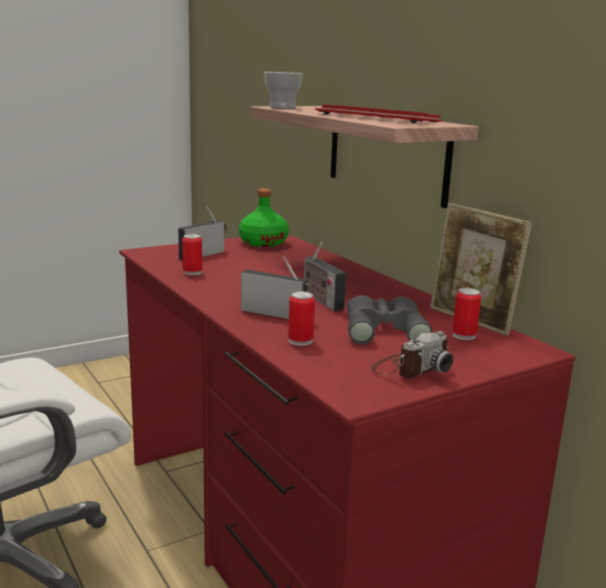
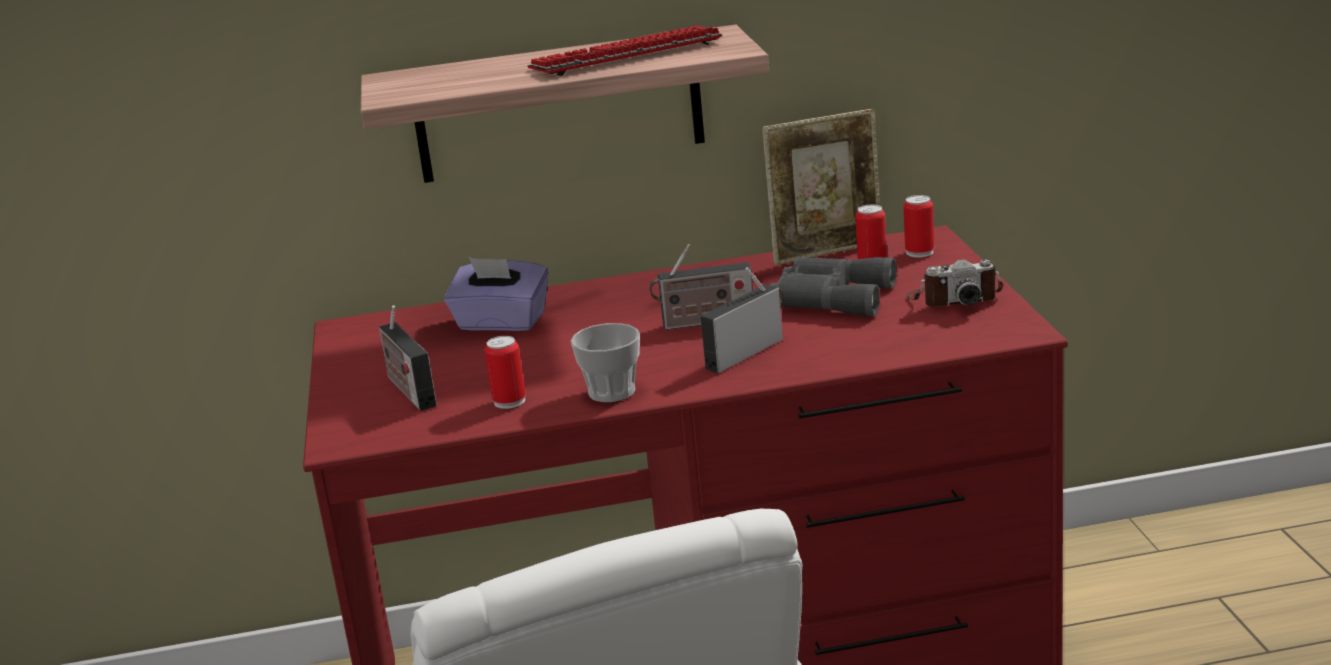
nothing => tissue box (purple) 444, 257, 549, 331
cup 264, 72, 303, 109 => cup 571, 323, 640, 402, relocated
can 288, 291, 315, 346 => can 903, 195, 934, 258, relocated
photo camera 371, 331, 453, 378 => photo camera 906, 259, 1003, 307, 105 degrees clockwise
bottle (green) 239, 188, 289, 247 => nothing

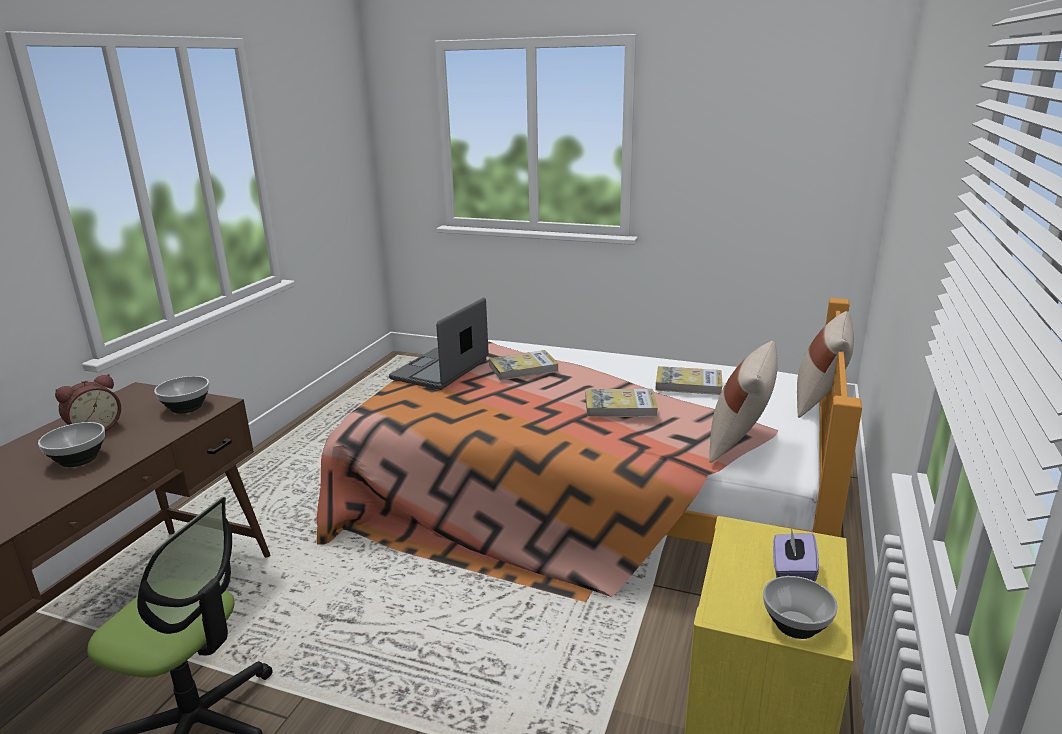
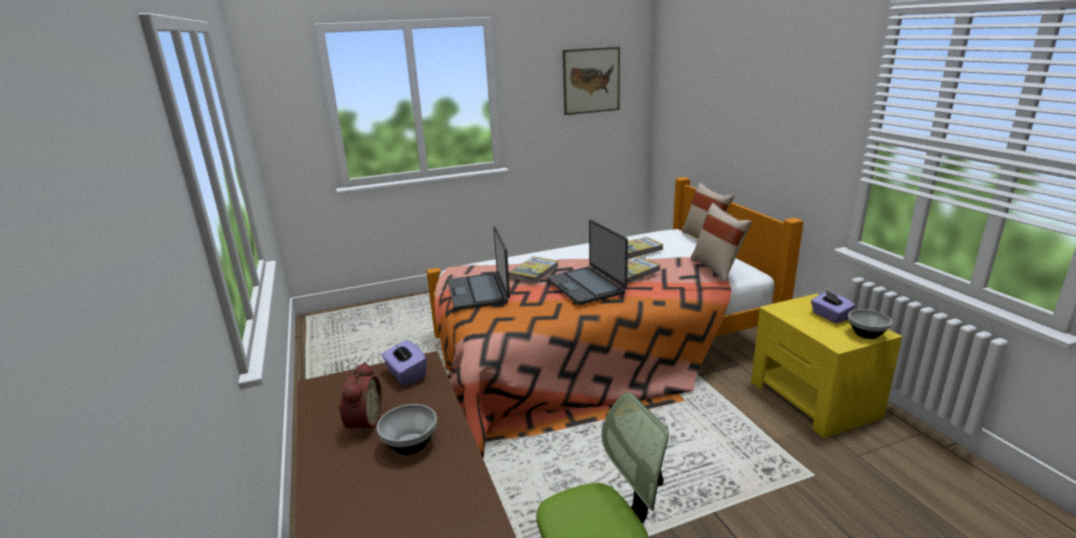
bowl 154, 376, 209, 414 => tissue box (purple) 382, 340, 427, 386
nothing => laptop 546, 219, 628, 305
nothing => picture 563, 47, 620, 115

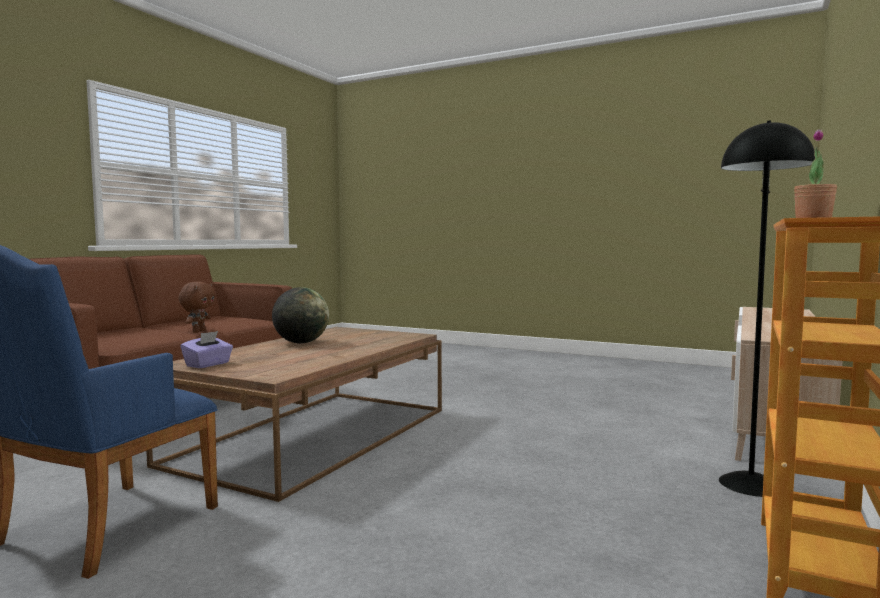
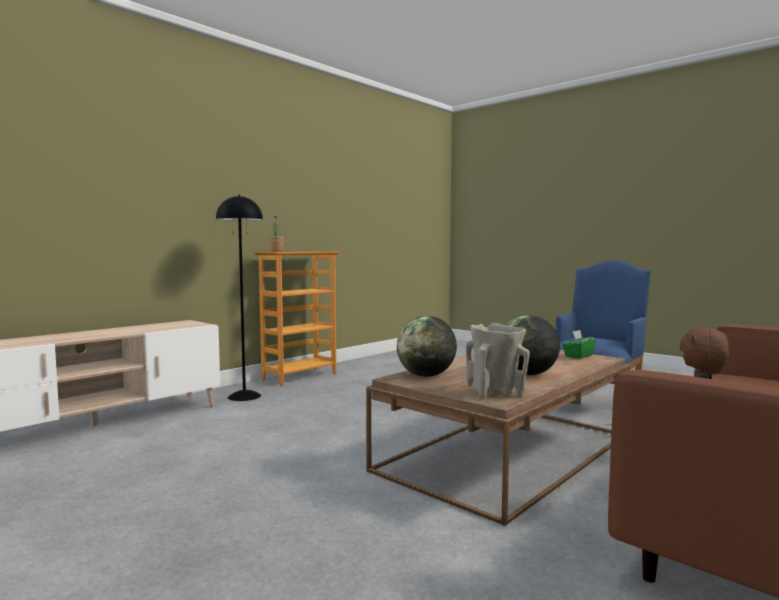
nothing => globe 397, 316, 457, 377
nothing => vase (beige) 466, 323, 530, 398
tissue box (purple) 180, 331, 233, 368 => tissue box (green) 562, 330, 596, 359

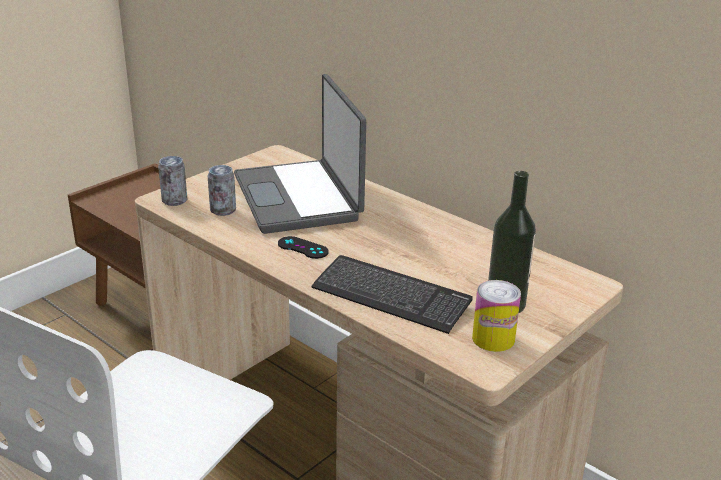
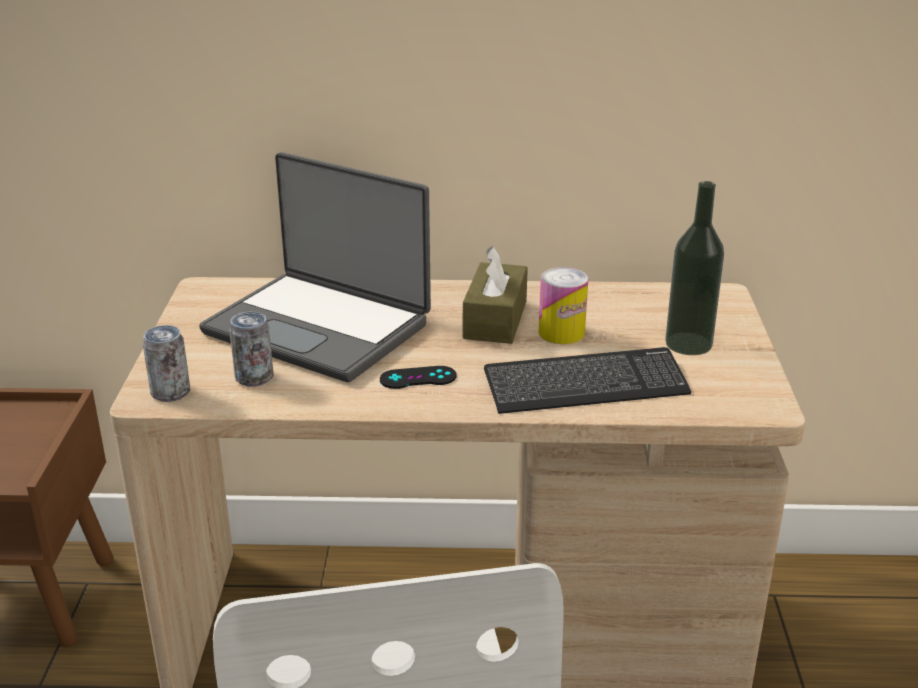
nothing => tissue box (brown) 463, 246, 528, 344
can 472, 280, 521, 352 => can 539, 267, 588, 344, relocated

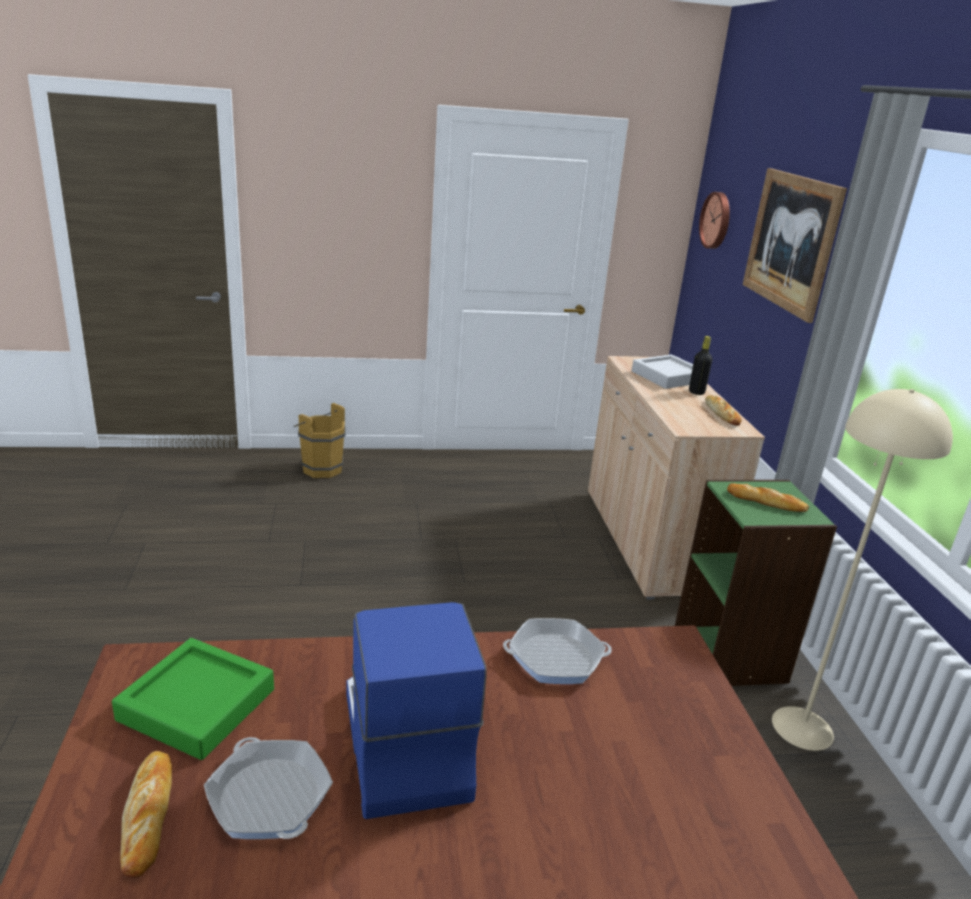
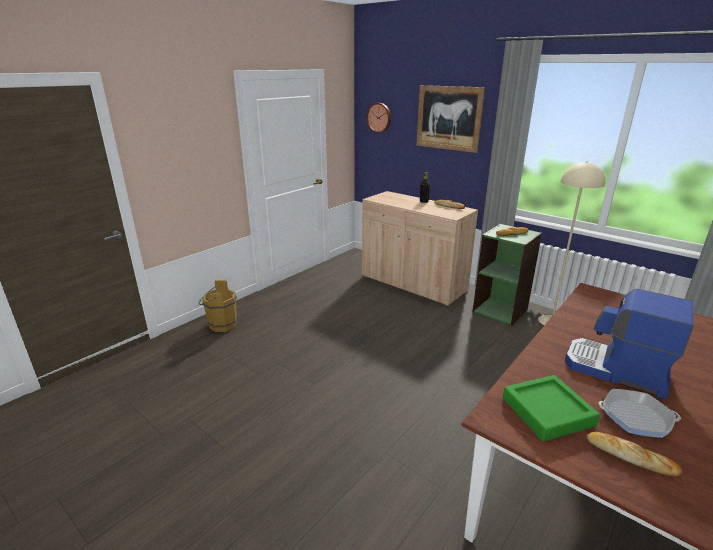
frying pan 503, 618, 612, 684 => nothing
tray (grey) 632, 355, 693, 389 => nothing

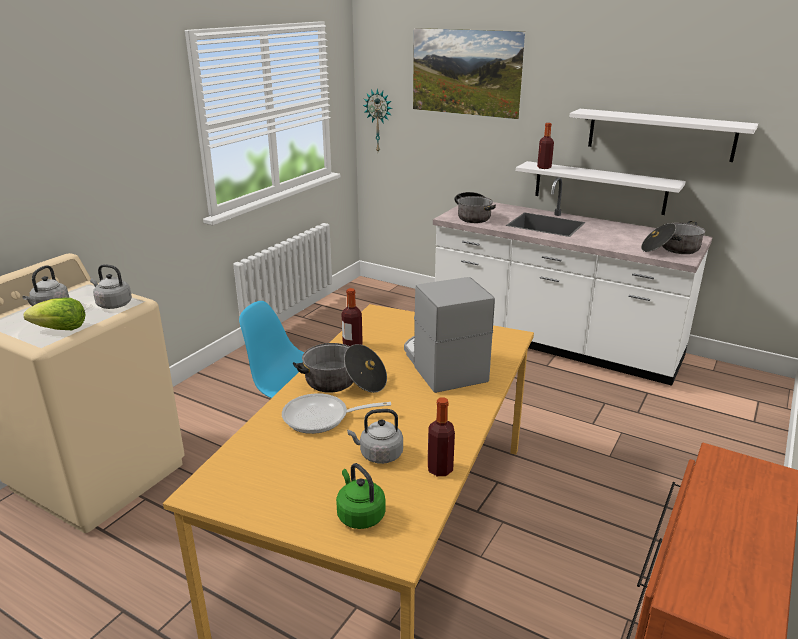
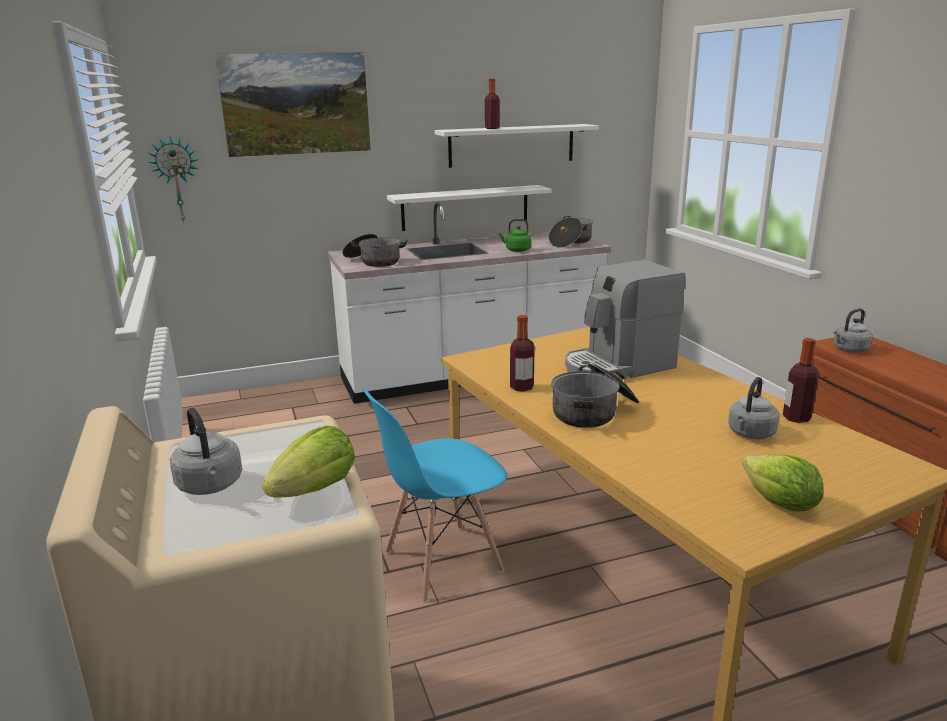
bottle 537, 123, 554, 169 => bottle 485, 79, 500, 129, relocated
kettle (green) 336, 463, 386, 529 => kettle (green) 499, 219, 531, 252, relocated
coffee machine 404, 277, 495, 393 => coffee machine 565, 260, 685, 379, 45 degrees counterclockwise
nothing => lettuce 742, 454, 824, 511
kettle (grey) 90, 264, 132, 309 => kettle (grey) 834, 309, 873, 353, relocated
frying pan 282, 393, 391, 434 => nothing

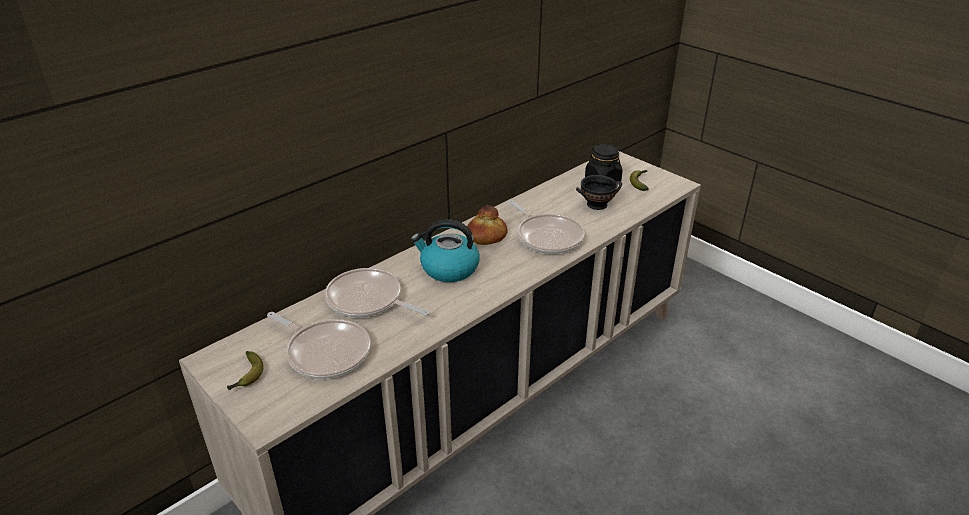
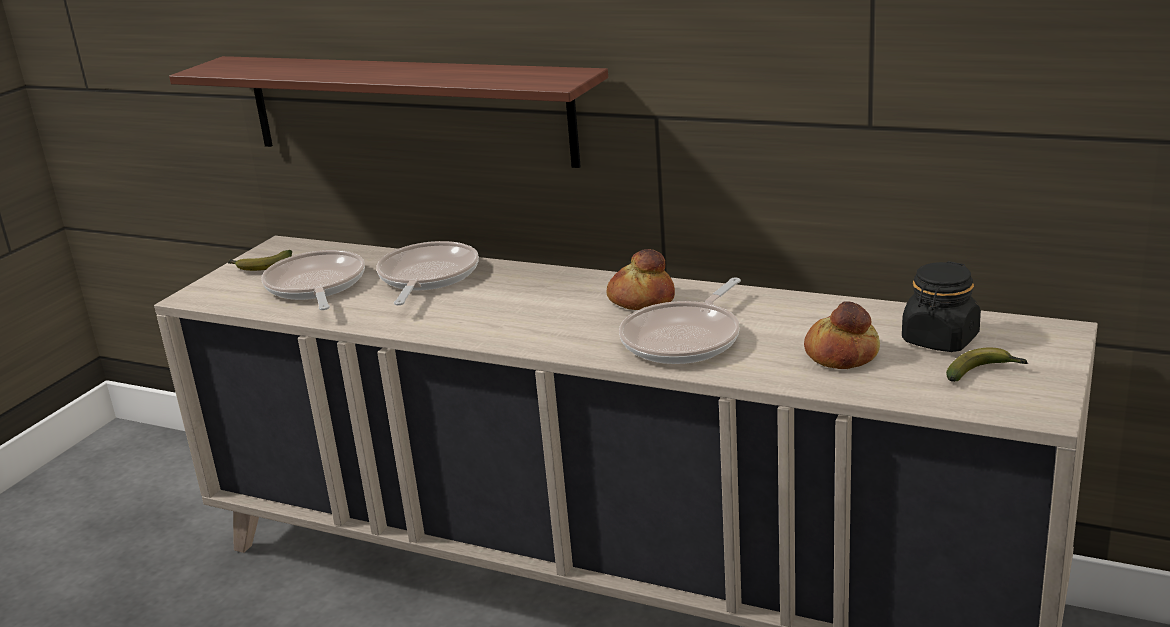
nothing => shelf 169, 56, 608, 168
frying pan 267, 312, 370, 379 => frying pan 261, 250, 365, 310, 150 degrees clockwise
bowl (black) 576, 175, 622, 210 => bread 804, 301, 880, 369
kettle 411, 219, 480, 282 => nothing

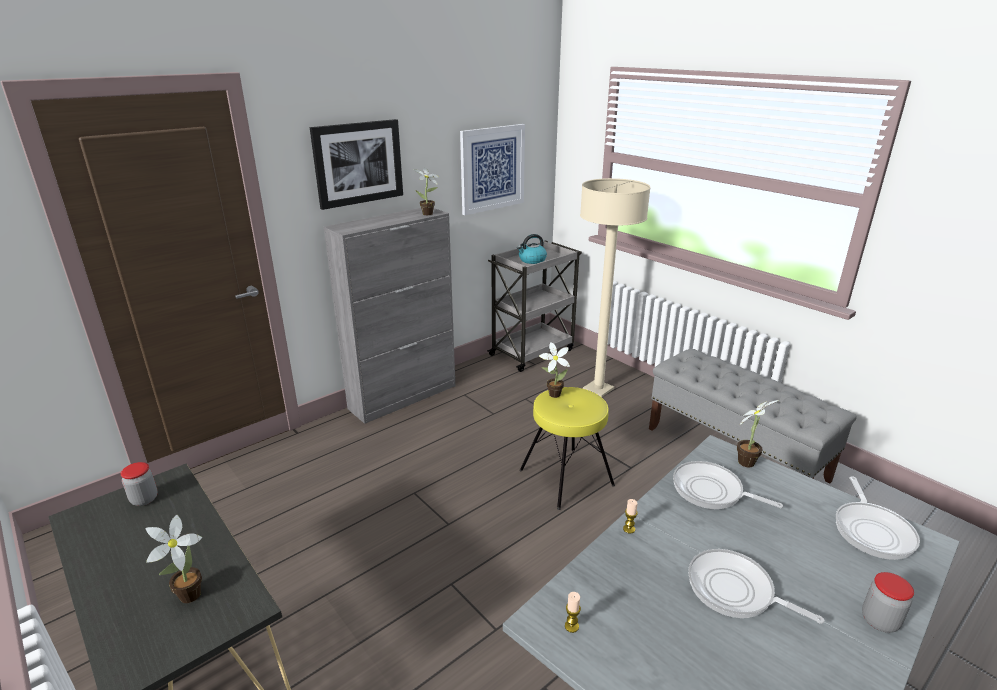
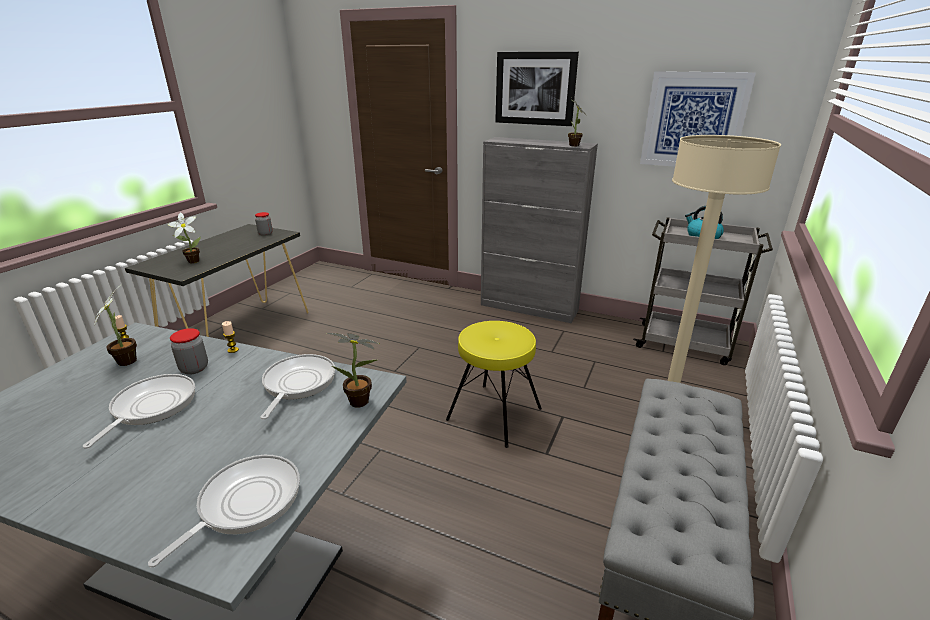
potted plant 539, 342, 570, 398 => potted plant 94, 286, 137, 366, relocated
frying pan 836, 476, 920, 560 => frying pan 148, 455, 300, 567, 135 degrees clockwise
jar 862, 572, 914, 633 => jar 170, 328, 208, 375, relocated

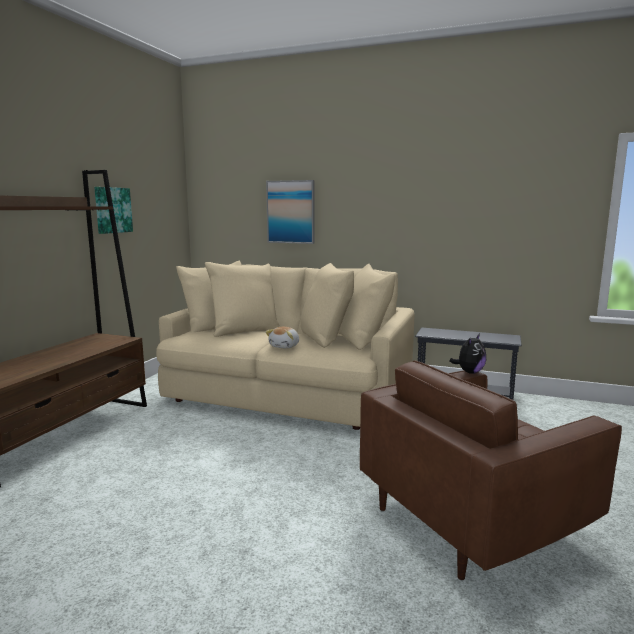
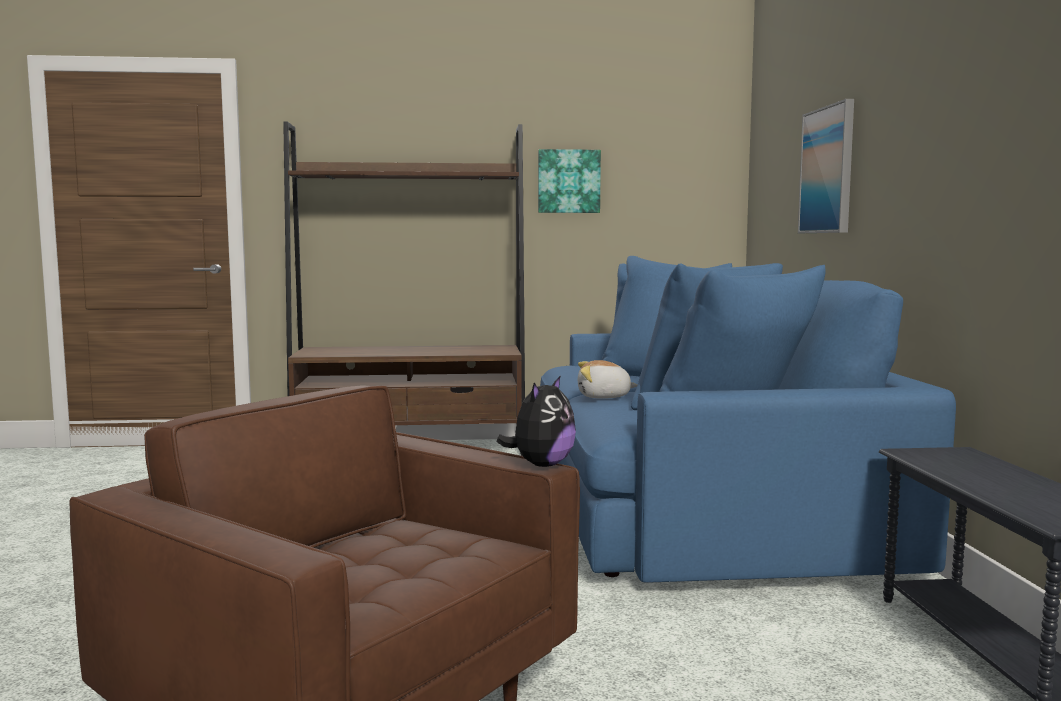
plush toy 450, 334, 486, 374 => plush toy 497, 375, 576, 467, 75 degrees counterclockwise
sofa (beige) 156, 260, 414, 430 => sofa (blue) 540, 256, 956, 583

